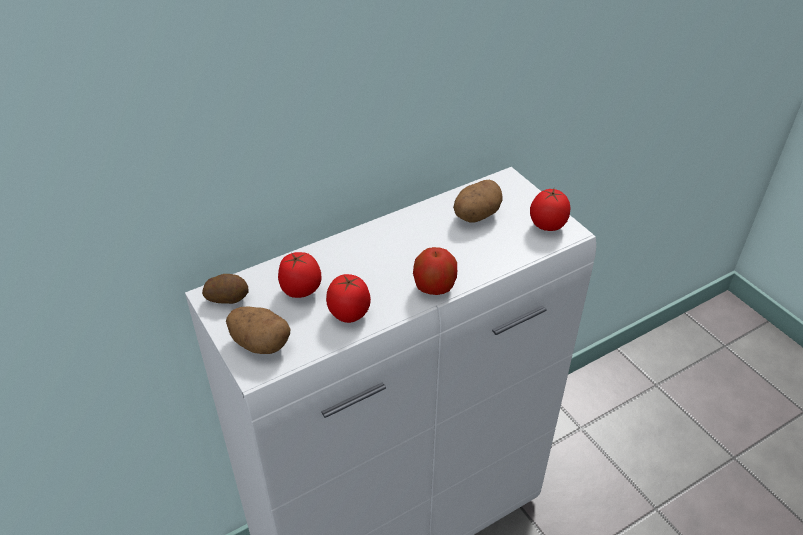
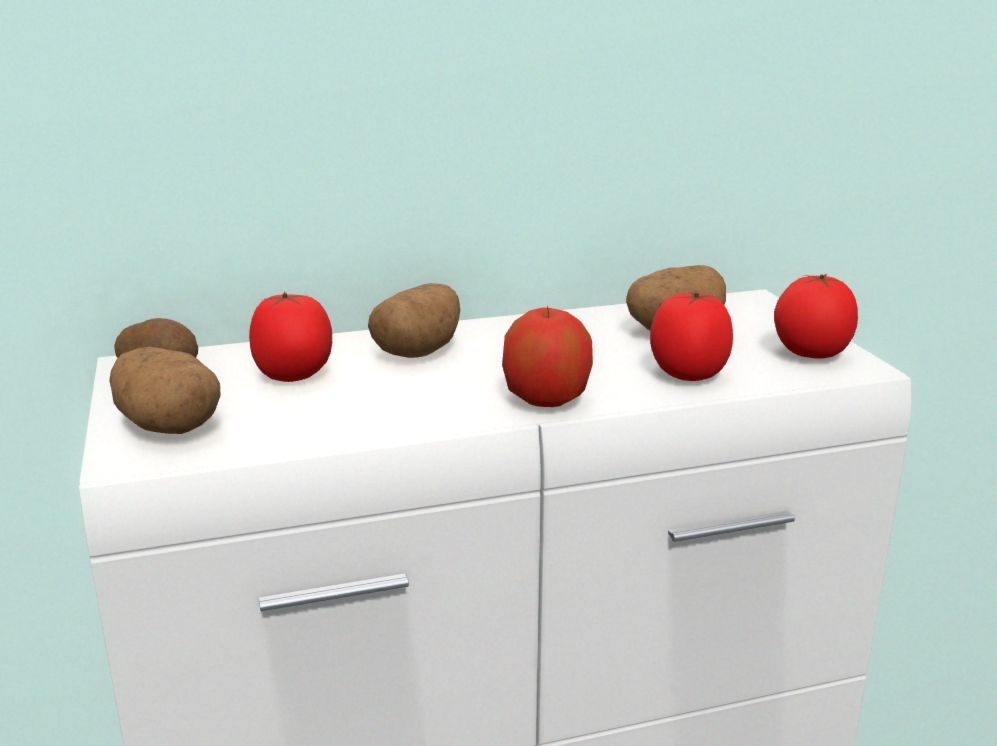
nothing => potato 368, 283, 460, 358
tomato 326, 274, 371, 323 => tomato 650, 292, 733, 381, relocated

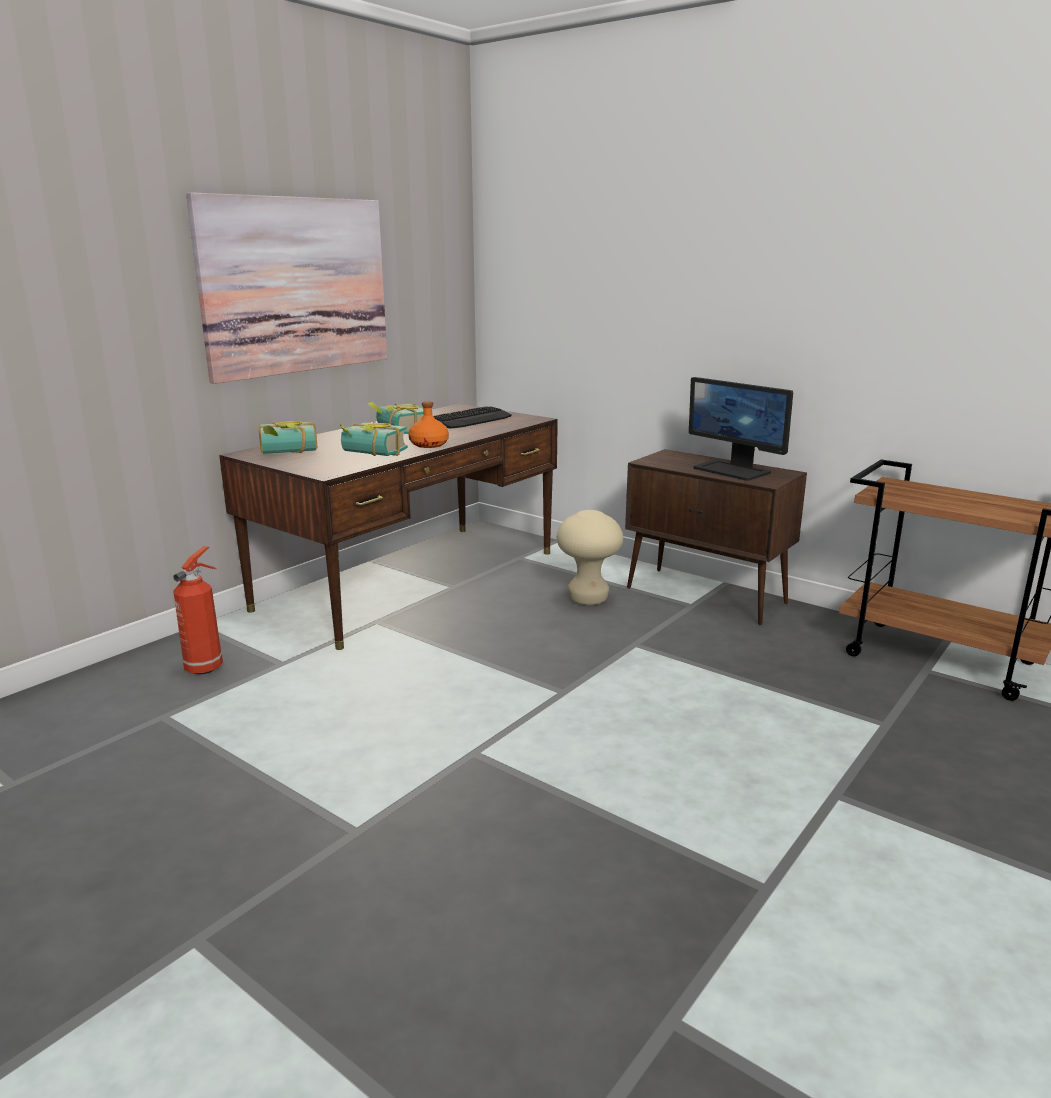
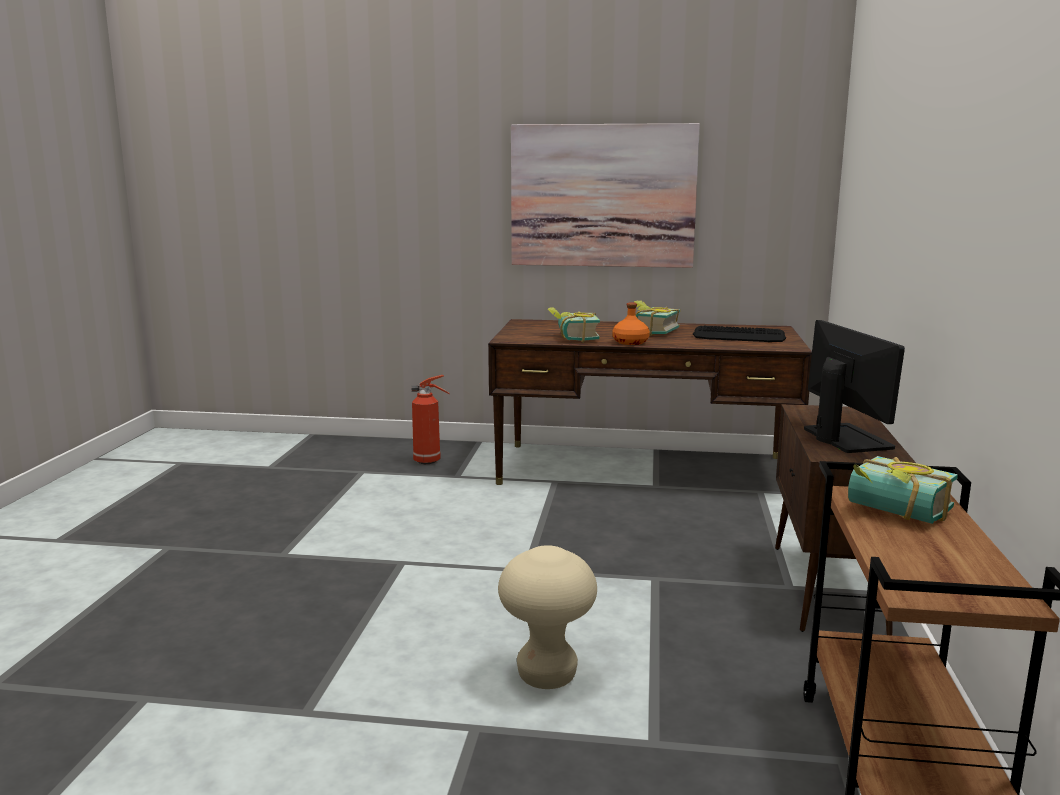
stool (beige) 557, 510, 623, 605 => stool (beige) 498, 545, 597, 689, relocated
monitor 689, 377, 793, 481 => monitor 804, 320, 905, 453, 150 degrees clockwise
book 259, 421, 317, 454 => book 848, 456, 958, 524, relocated

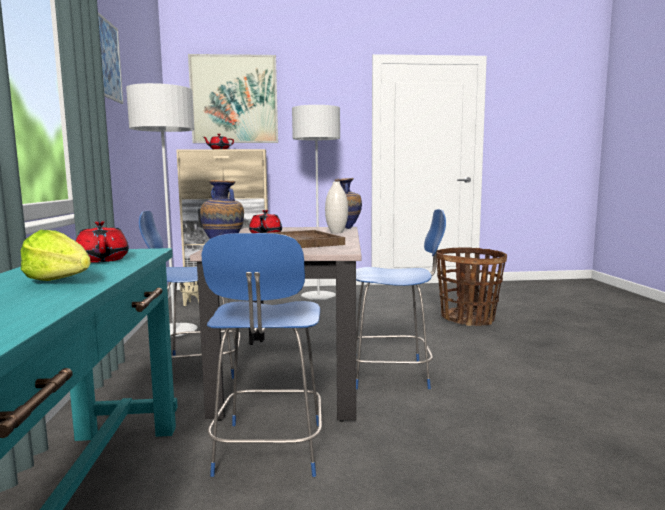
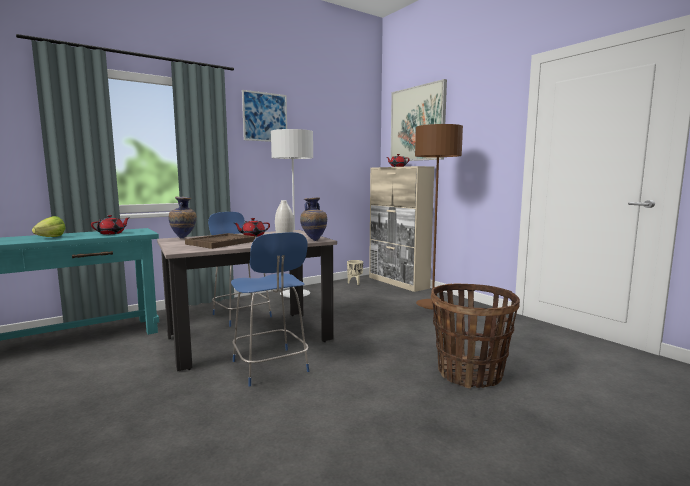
floor lamp (grey) 292, 105, 340, 300 => floor lamp (brown) 415, 124, 463, 310
chair (blue) 202, 233, 322, 477 => nothing

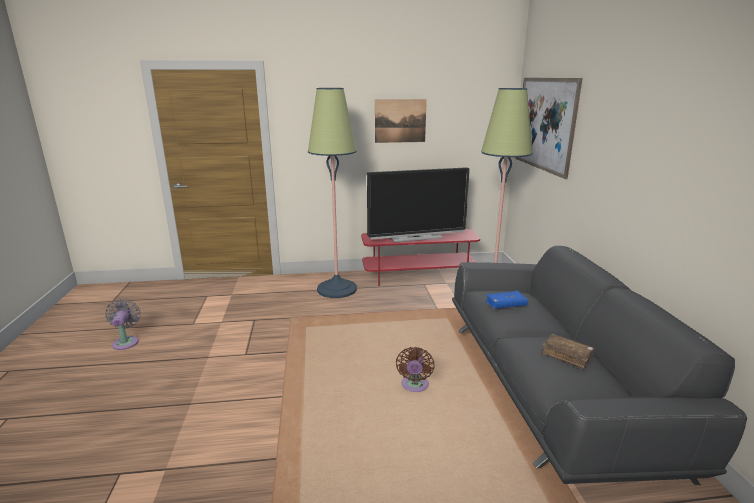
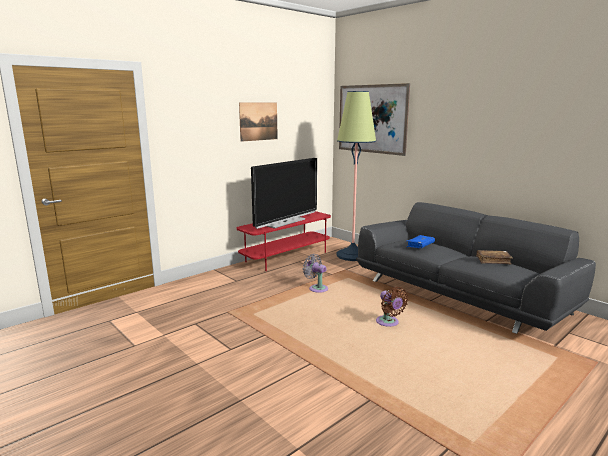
fan (grey) 105, 299, 141, 350 => fan (grey) 303, 254, 328, 293, relocated
floor lamp 308, 88, 357, 298 => nothing

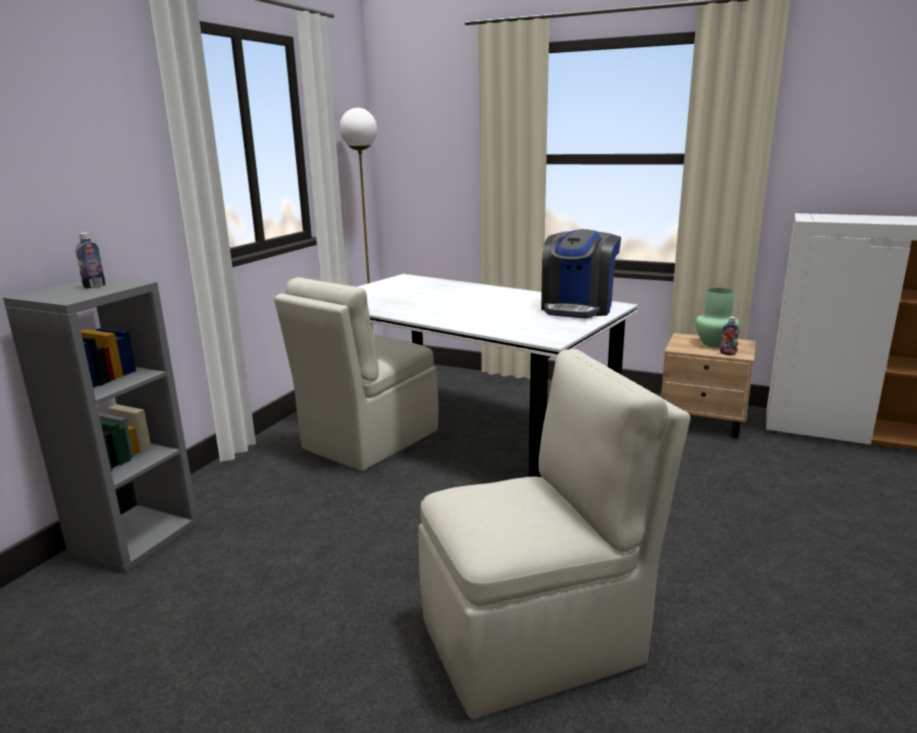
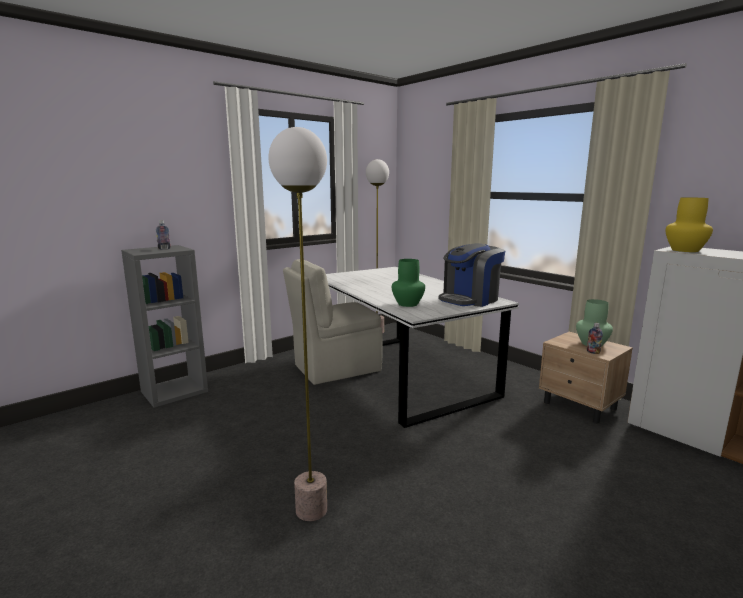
chair (beige) 418, 349, 690, 719 => floor lamp 268, 127, 327, 521
nothing => vase (green) 392, 259, 425, 307
nothing => vase (yellow) 666, 197, 713, 252

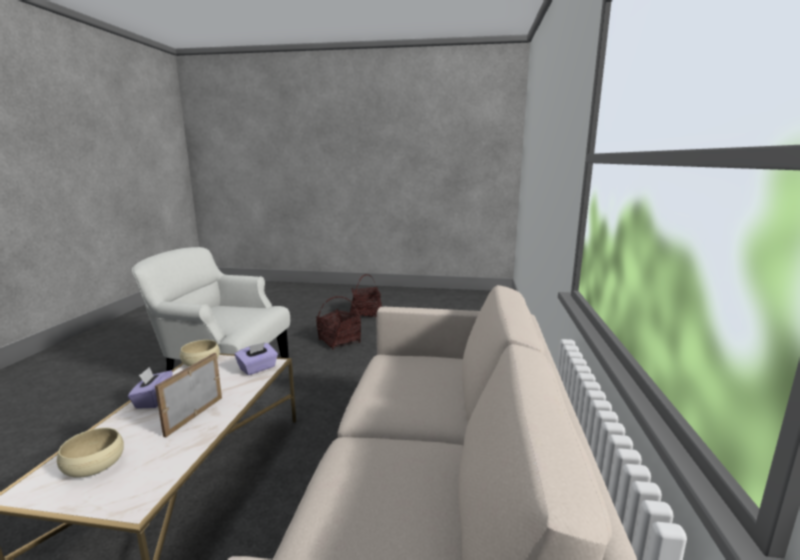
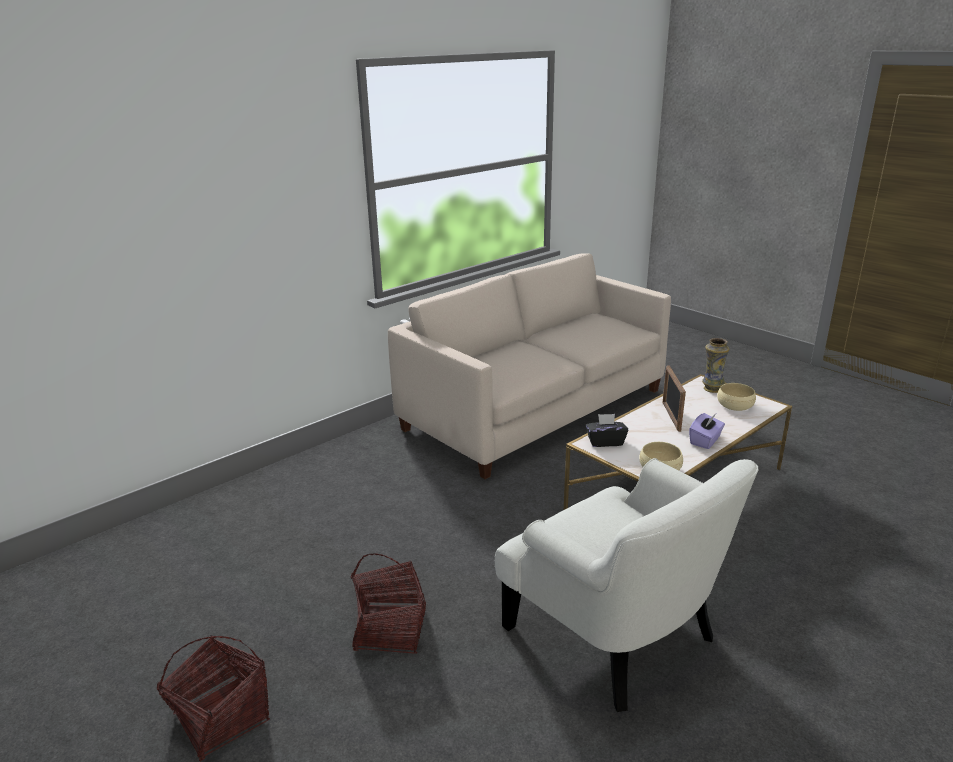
tissue box (purple) 235, 342, 278, 375 => tissue box (black) 586, 414, 628, 447
picture frame 155, 353, 222, 437 => picture frame 662, 365, 686, 432, 120 degrees clockwise
nothing => vase 702, 338, 729, 393

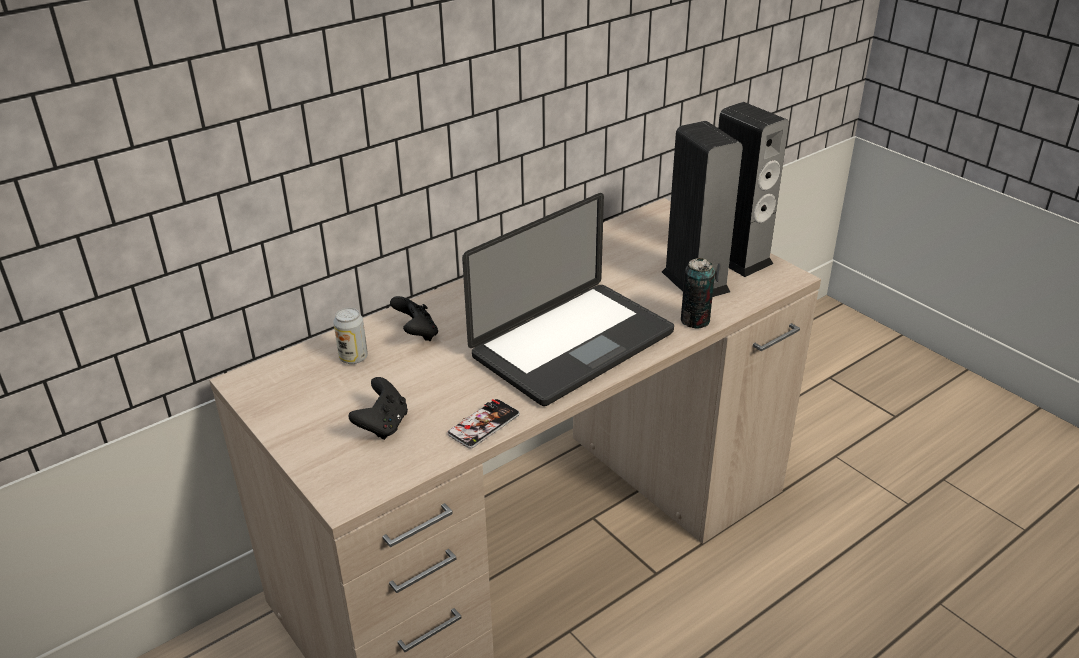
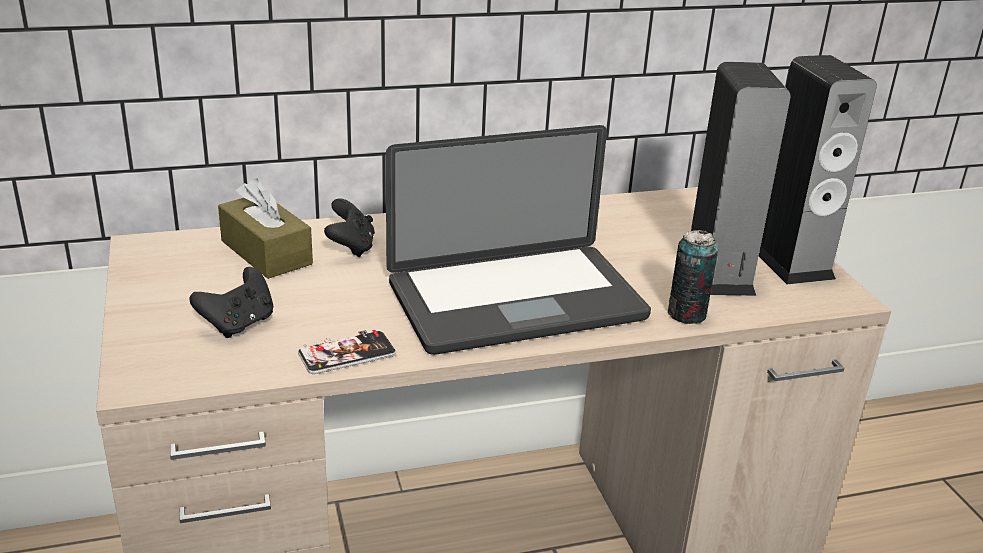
can 333, 308, 368, 364 => tissue box (brown) 218, 178, 313, 279

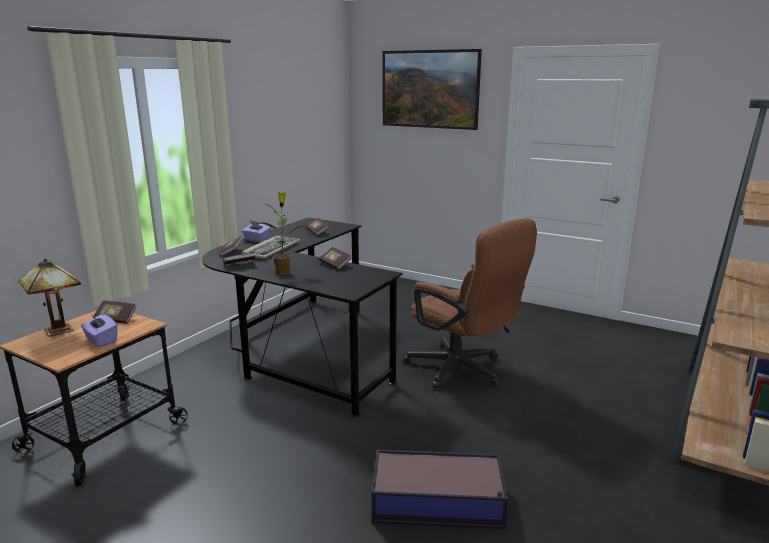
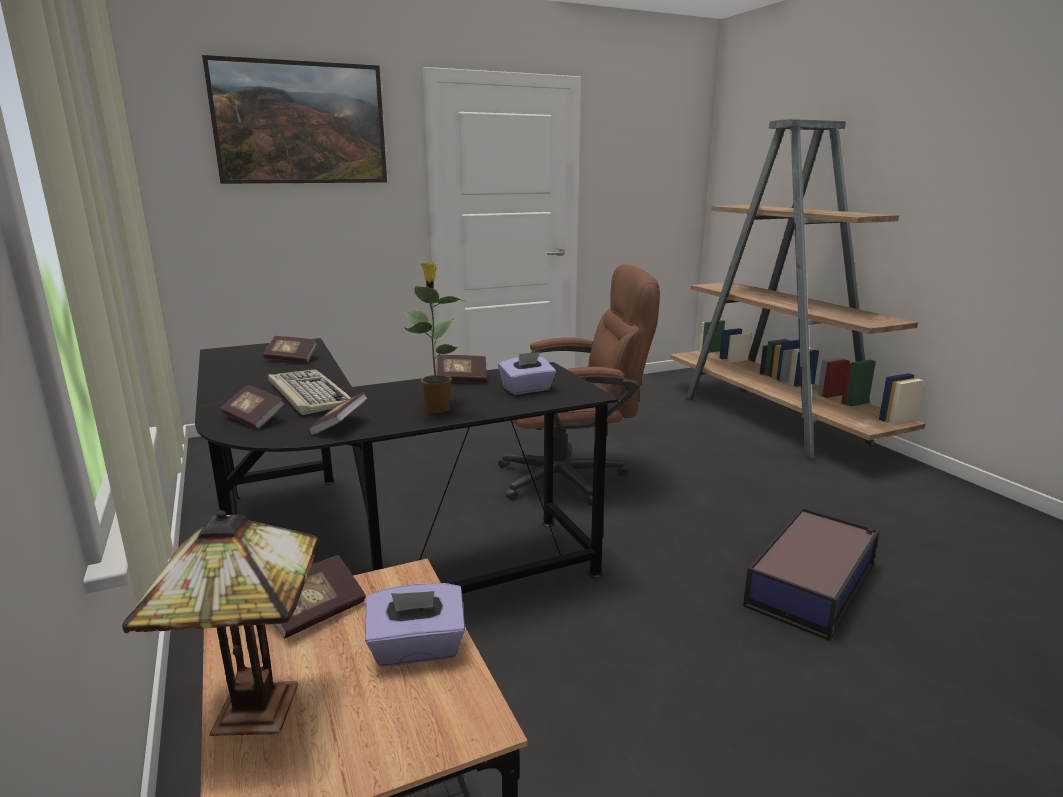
tissue box (purple) 242, 221, 271, 243 => tissue box (purple) 498, 352, 556, 395, relocated

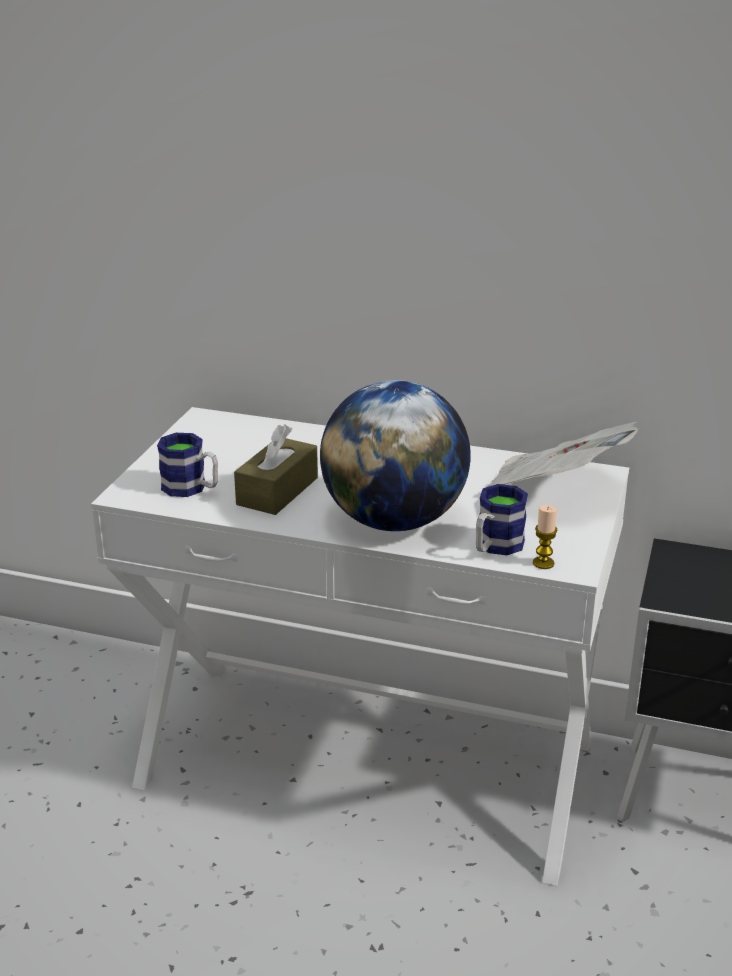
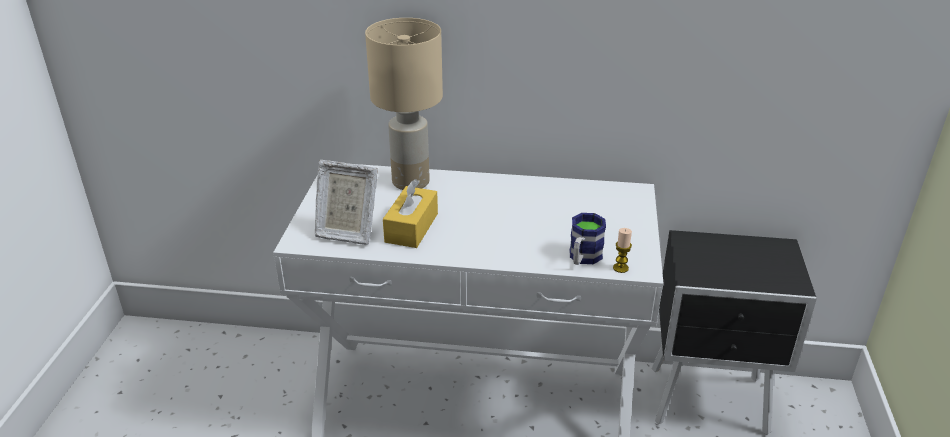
mug 157, 433, 218, 497 => picture frame 315, 160, 378, 245
nothing => table lamp (beige) 365, 18, 443, 190
tissue box (brown) 234, 424, 318, 515 => tissue box (yellow) 383, 179, 438, 248
globe 320, 380, 471, 531 => nothing
newspaper 485, 422, 638, 488 => nothing

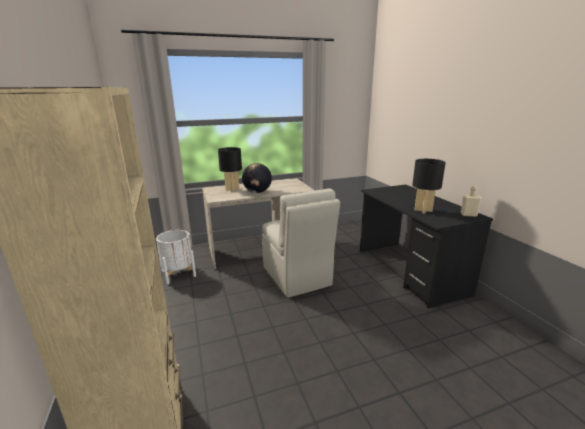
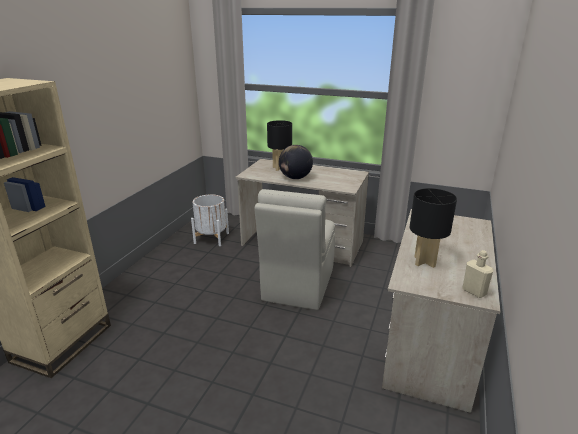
desk (black) 360, 185, 493, 308 => desk (beige) 382, 209, 501, 413

